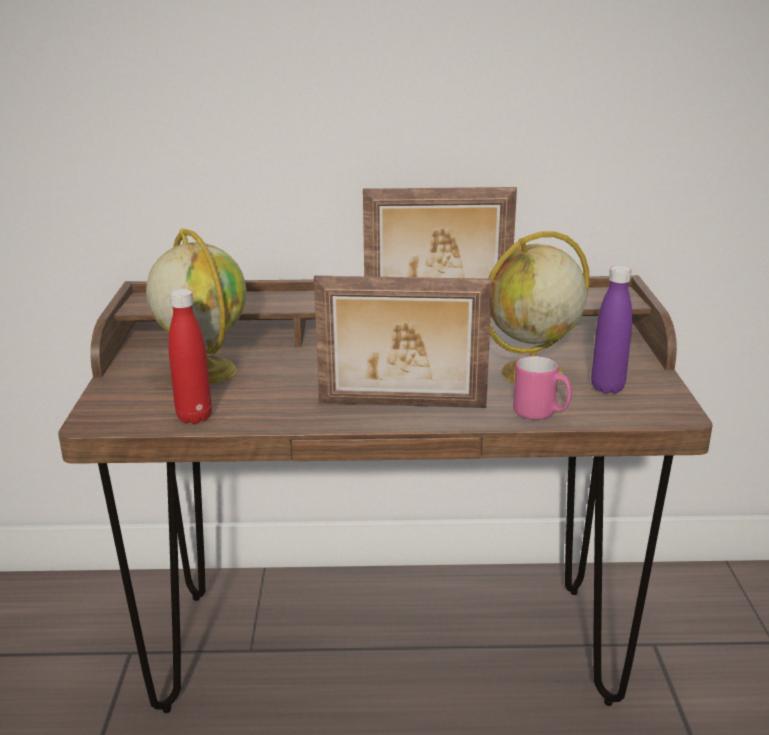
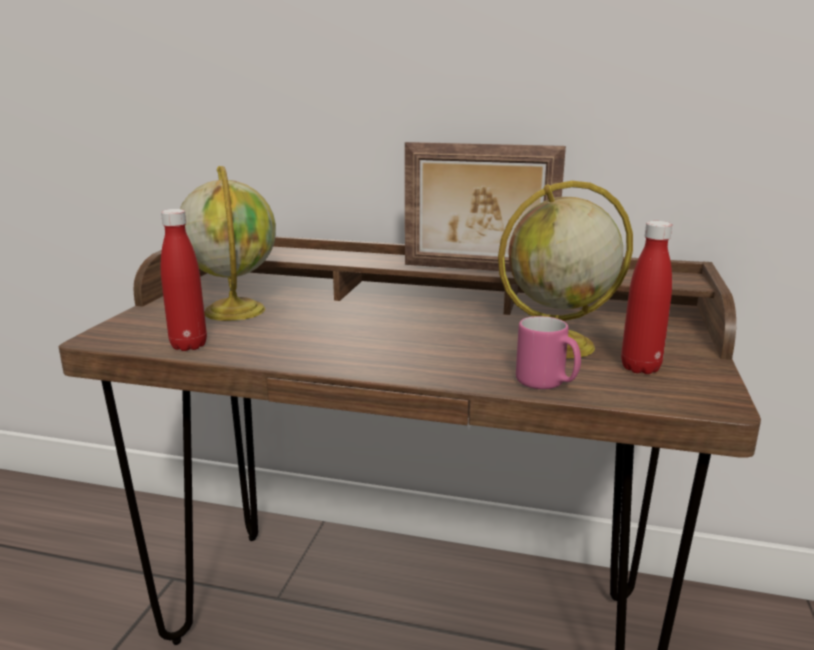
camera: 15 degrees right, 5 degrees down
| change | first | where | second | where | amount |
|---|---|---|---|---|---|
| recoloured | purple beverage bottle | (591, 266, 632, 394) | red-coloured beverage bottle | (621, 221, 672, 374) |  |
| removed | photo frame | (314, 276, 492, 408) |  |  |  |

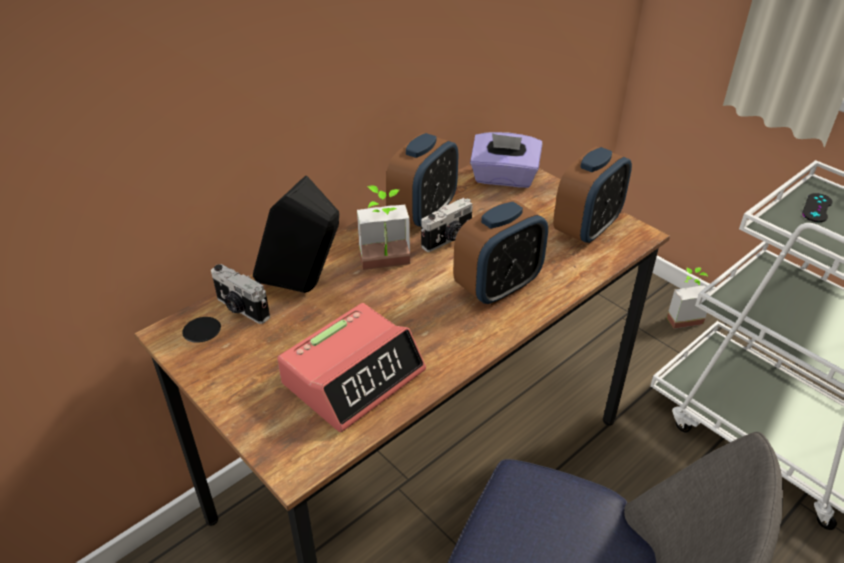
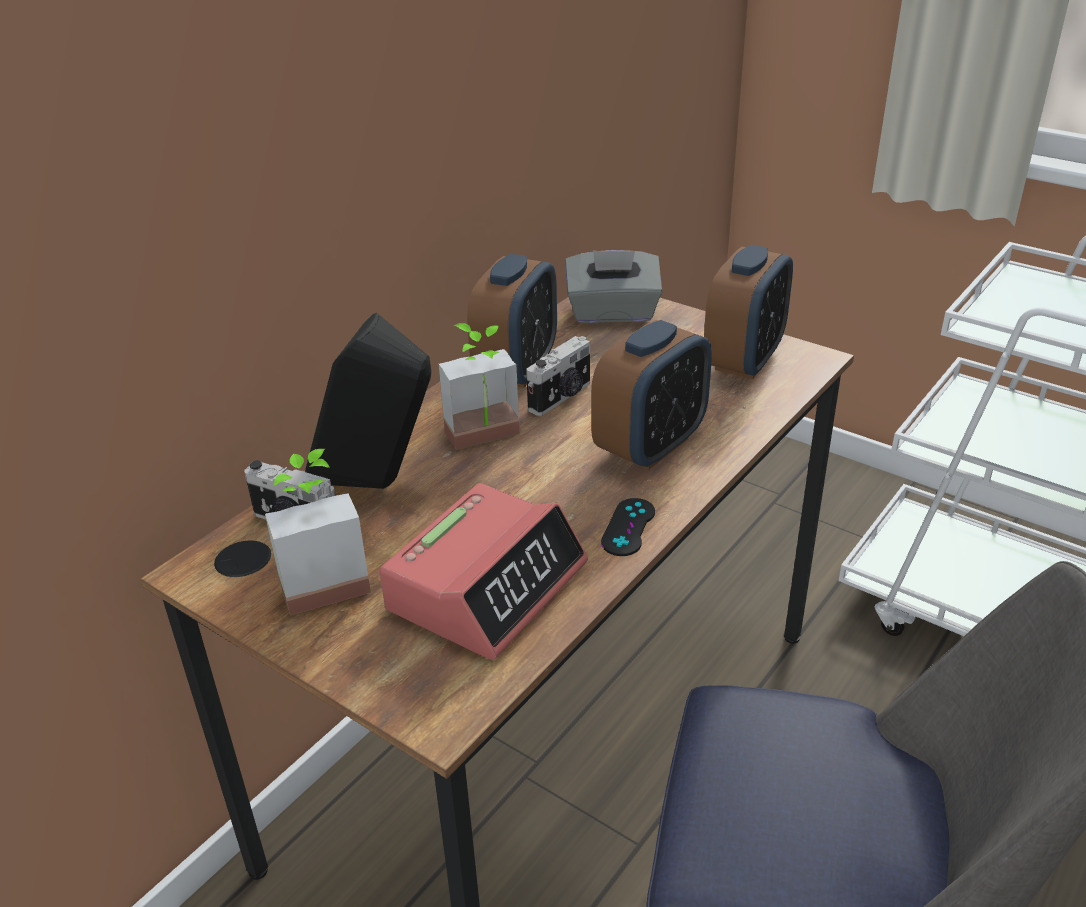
camera: 10 degrees left, 5 degrees down
| change | first | where | second | where | amount |
|---|---|---|---|---|---|
| moved | potted plant | (667, 267, 710, 329) |  | (265, 448, 371, 616) |  |
| recoloured | purple tissue holder | (470, 132, 542, 188) | greyish tissue holder | (565, 250, 663, 323) |  |
| moved | blackish gamepad | (802, 193, 833, 222) |  | (601, 498, 655, 556) |  |

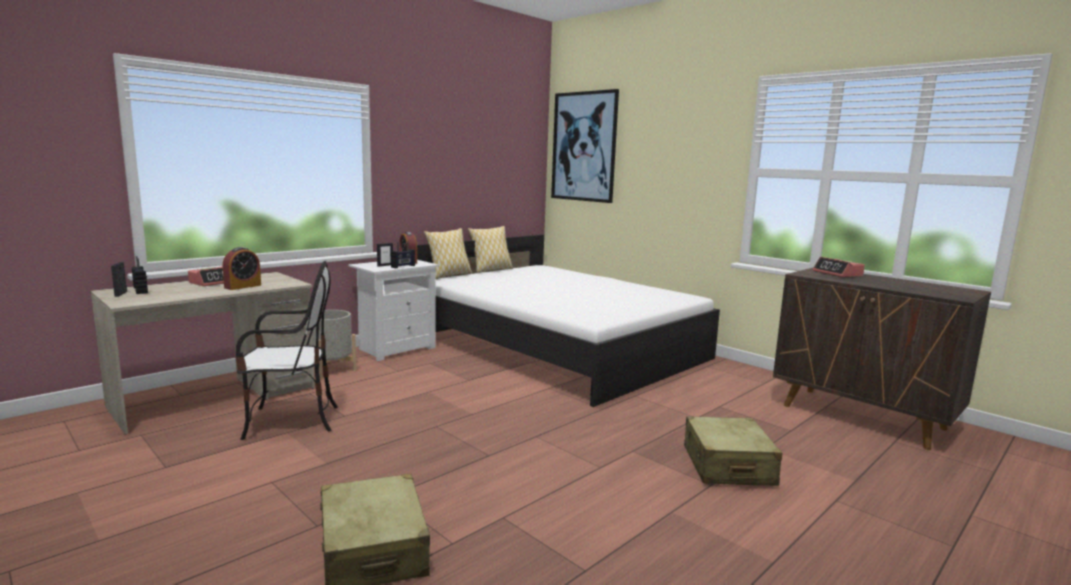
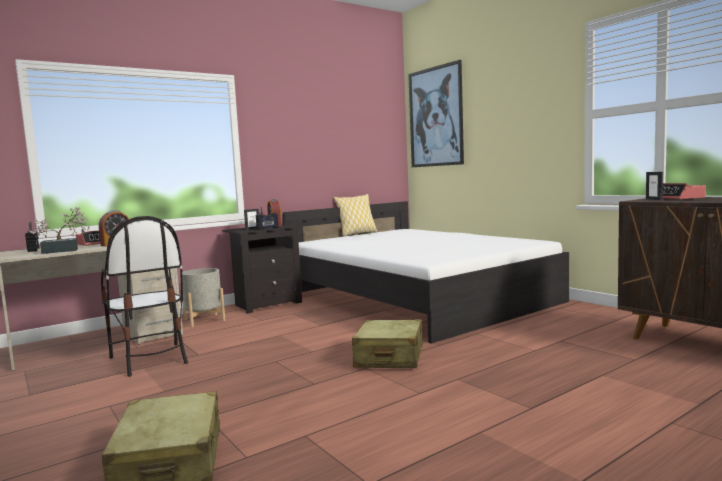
camera: 10 degrees right, 5 degrees down
| change | first | where | second | where | amount |
|---|---|---|---|---|---|
| added |  |  | potted plant | (30, 207, 90, 254) |  |
| turned | chair | (235, 261, 338, 440) |  | (101, 216, 188, 377) | 60 degrees clockwise |
| recoloured | whitish bedside table | (348, 260, 439, 361) | blackish bedside table | (222, 224, 302, 314) |  |
| moved | sand-coloured piece of luggage | (684, 416, 782, 486) |  | (352, 319, 423, 368) |  |
| moved | photo frame | (111, 262, 127, 297) |  | (646, 172, 663, 200) |  |
| removed | pillow | (424, 228, 472, 279) |  |  |  |

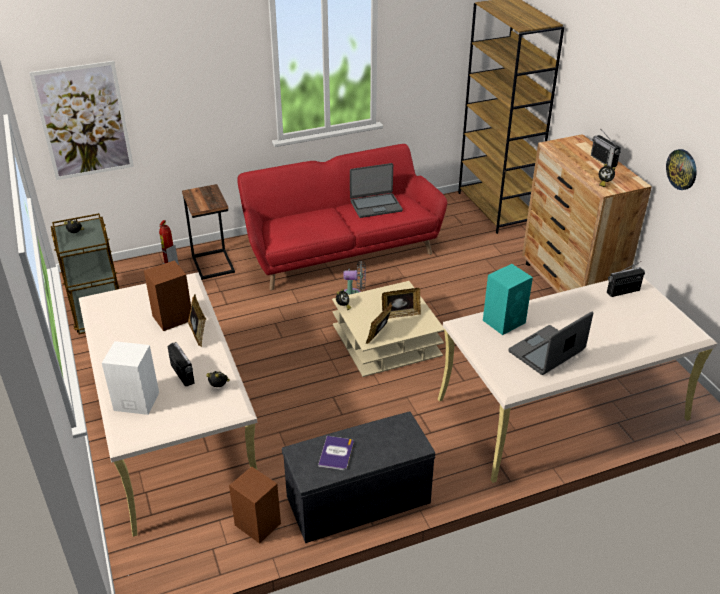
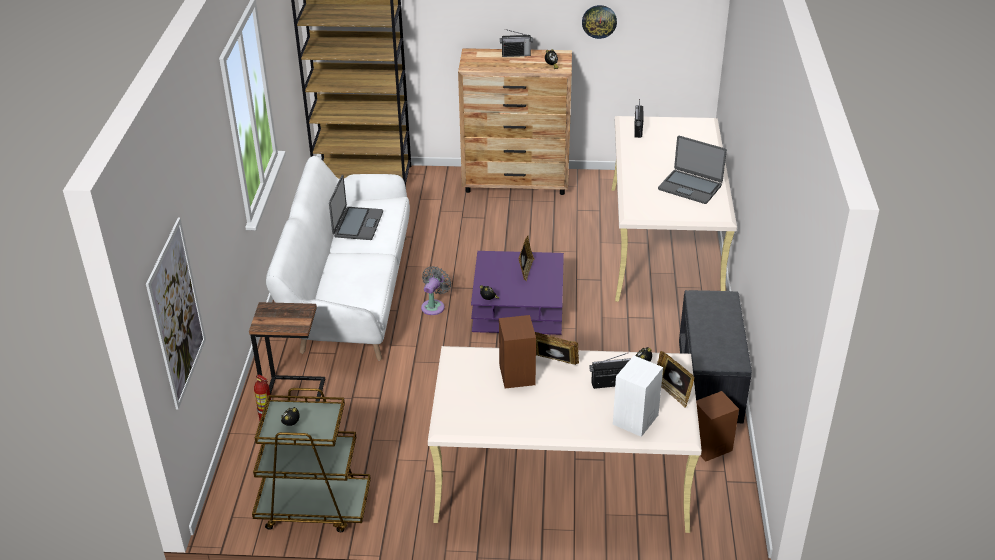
camera: 65 degrees left, 0 degrees up
| change | first | where | second | where | amount |
|---|---|---|---|---|---|
| recoloured | red-coloured couch | (237, 144, 447, 291) | whitish couch | (266, 156, 410, 360) |  |
| recoloured | sand-coloured low table | (332, 281, 444, 377) | purple low table | (471, 251, 564, 335) |  |
| moved | photo frame | (365, 302, 392, 344) |  | (657, 351, 695, 408) |  |
| turned | portable computer | (508, 311, 593, 375) |  | (658, 136, 727, 204) | 45 degrees counterclockwise |
| removed | volume | (318, 436, 354, 470) |  |  |  |
| removed | turquoise audio speaker | (483, 264, 533, 335) |  |  |  |

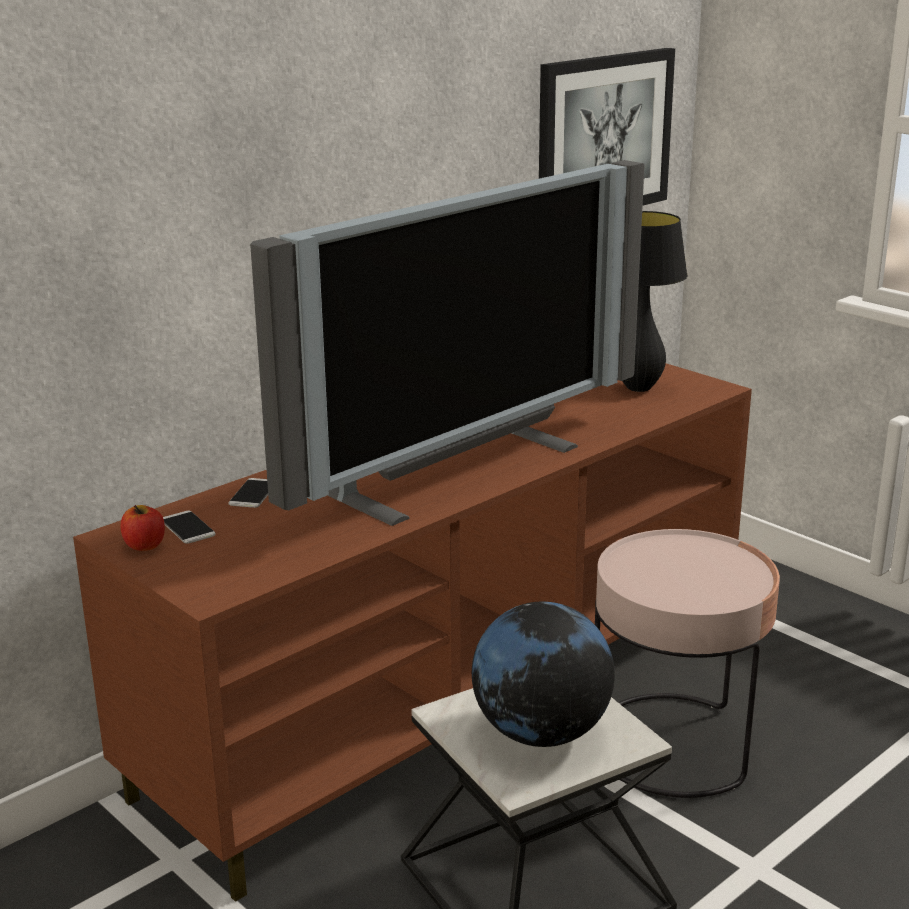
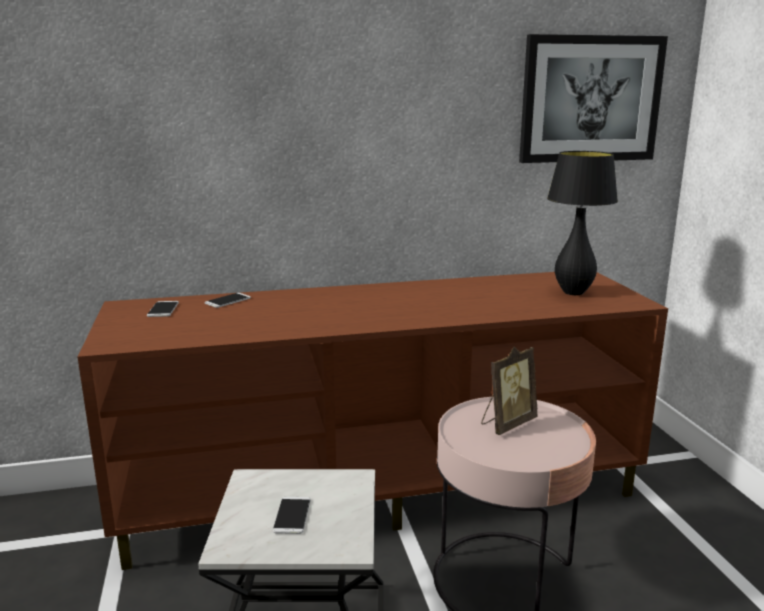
camera: 30 degrees right, 5 degrees down
| change | first | where | second | where | amount |
|---|---|---|---|---|---|
| replaced | desk globe | (472, 602, 615, 747) | handset | (273, 497, 310, 534) |  |
| added |  |  | photo frame | (481, 347, 537, 435) |  |
| removed | apple | (121, 505, 165, 551) |  |  |  |
| removed | TV set | (250, 160, 645, 526) |  |  |  |

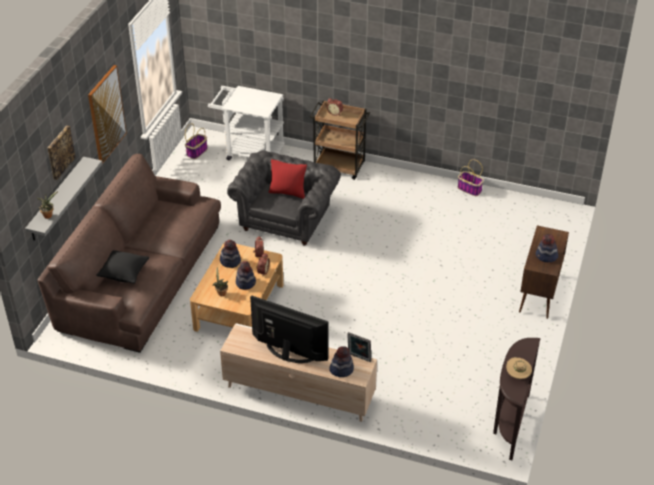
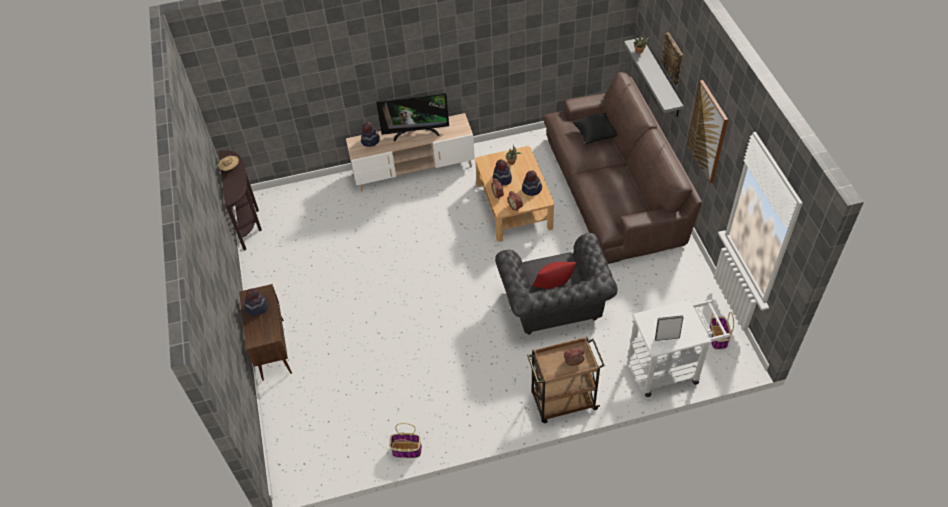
camera: 150 degrees right, 10 degrees up
| change | first | where | second | where | amount |
|---|---|---|---|---|---|
| moved | photo frame | (347, 332, 371, 362) |  | (655, 315, 684, 341) |  |

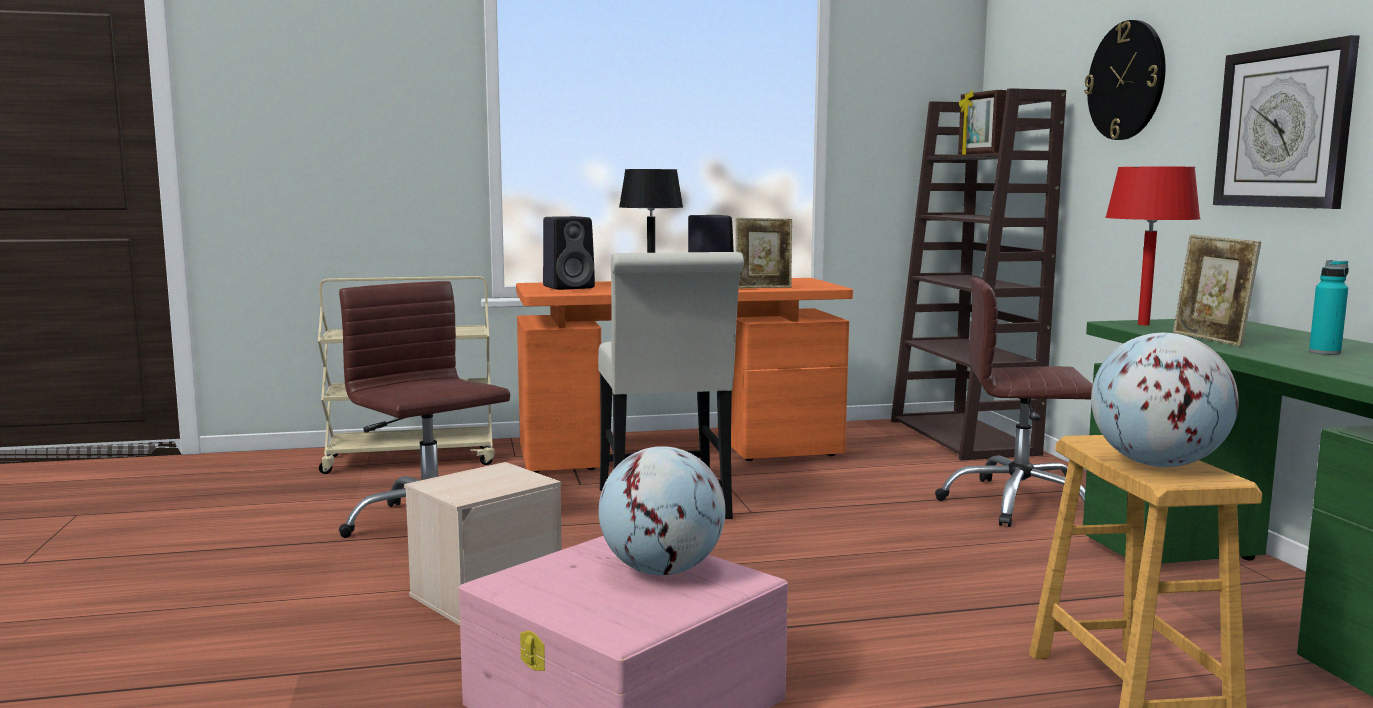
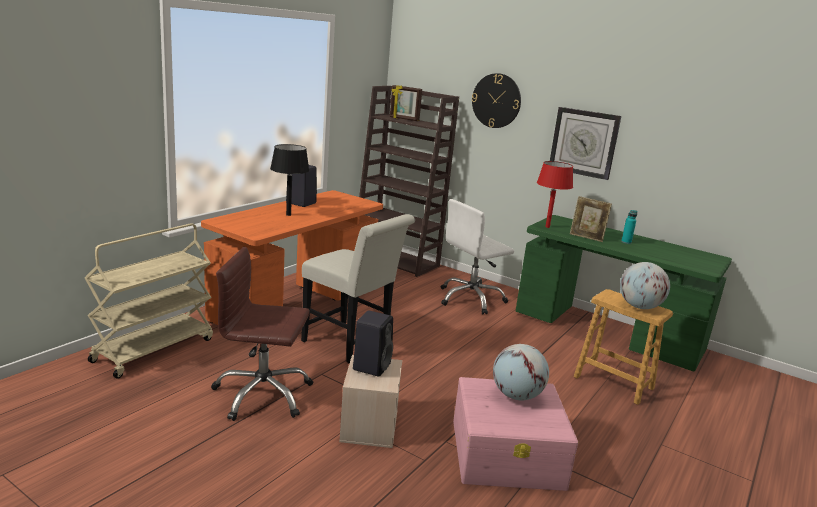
camera: 45 degrees left, 10 degrees up
| change | first | where | second | where | amount |
|---|---|---|---|---|---|
| moved | blackish audio speaker | (543, 216, 595, 290) |  | (353, 310, 393, 377) |  |
| recoloured | brownish computer chair | (935, 277, 1093, 527) | whitish computer chair | (441, 199, 514, 314) |  |
| removed | photo frame | (735, 218, 792, 288) |  |  |  |

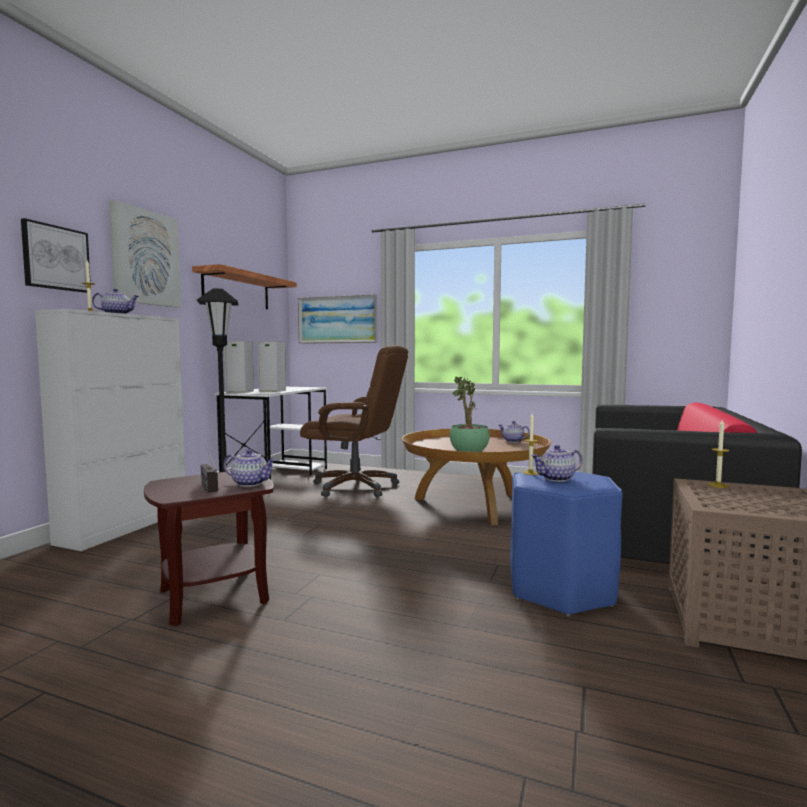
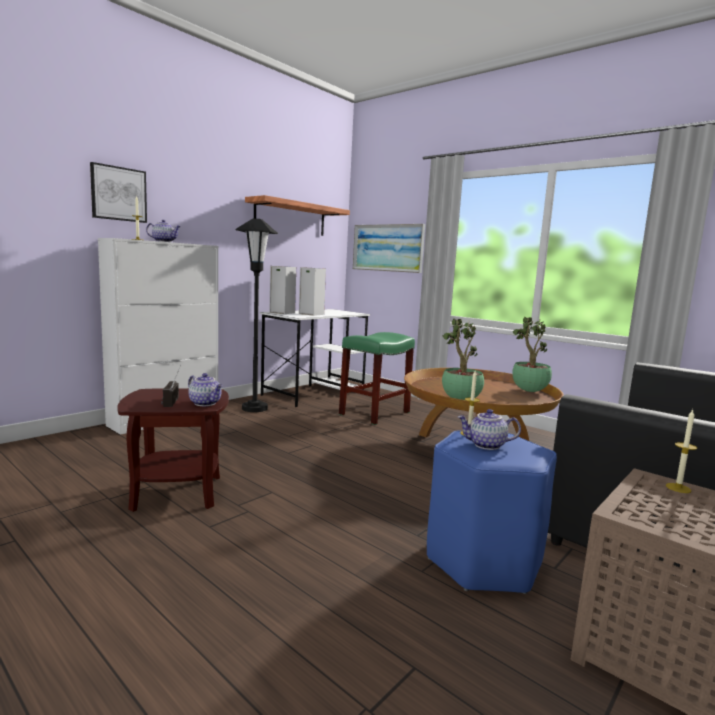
camera: 20 degrees right, 5 degrees up
| change | first | where | second | where | amount |
|---|---|---|---|---|---|
| replaced | brownish computer chair | (300, 345, 408, 497) | greenish stool | (339, 332, 415, 425) |  |
| replaced | teapot | (499, 421, 530, 443) | potted plant | (512, 317, 552, 392) |  |
| removed | picture | (109, 199, 181, 308) |  |  |  |

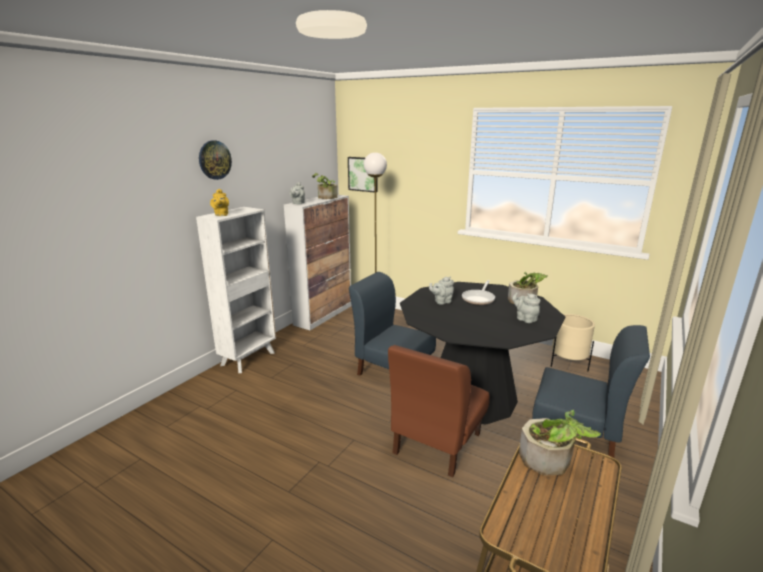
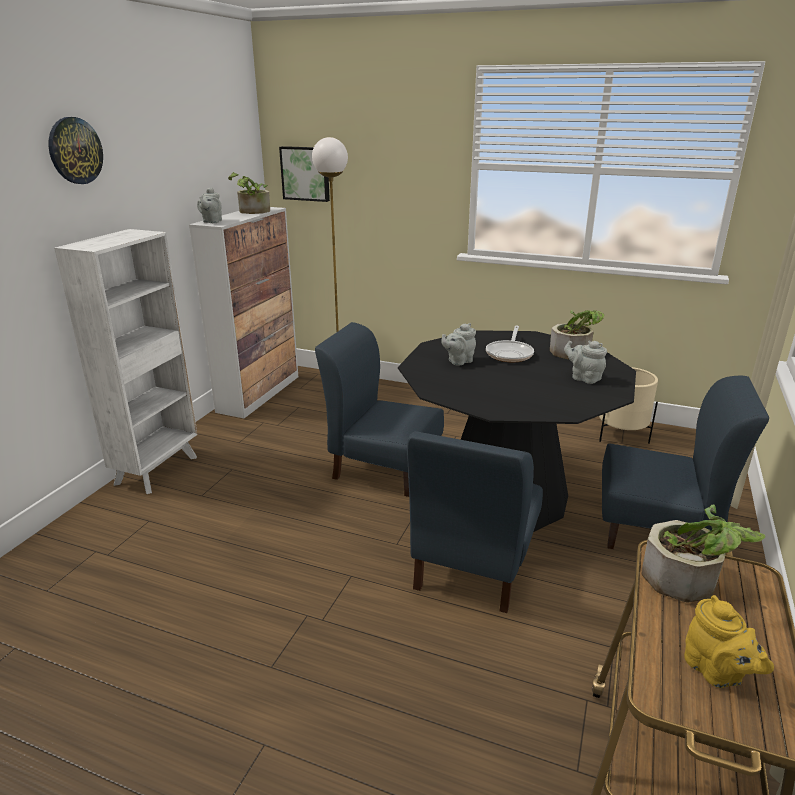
camera: 10 degrees left, 5 degrees up
| change | first | where | second | where | amount |
|---|---|---|---|---|---|
| recoloured | brownish chair | (388, 345, 490, 477) | blue-coloured chair | (407, 431, 543, 613) |  |
| moved | yellow-coloured teapot | (210, 189, 229, 216) |  | (684, 595, 774, 688) |  |

